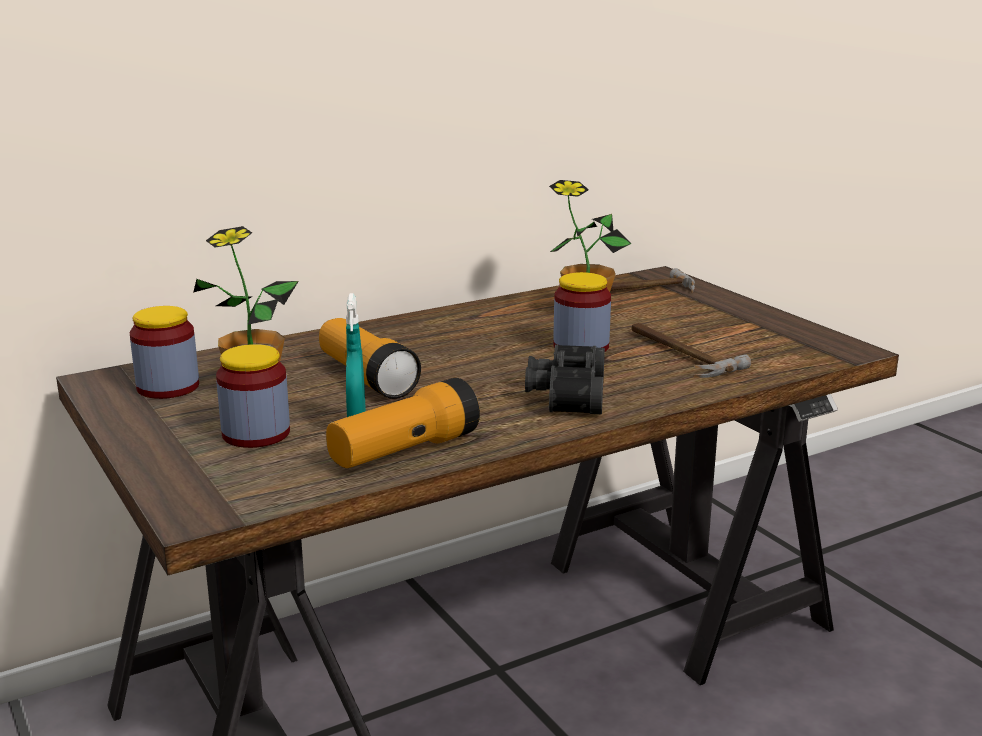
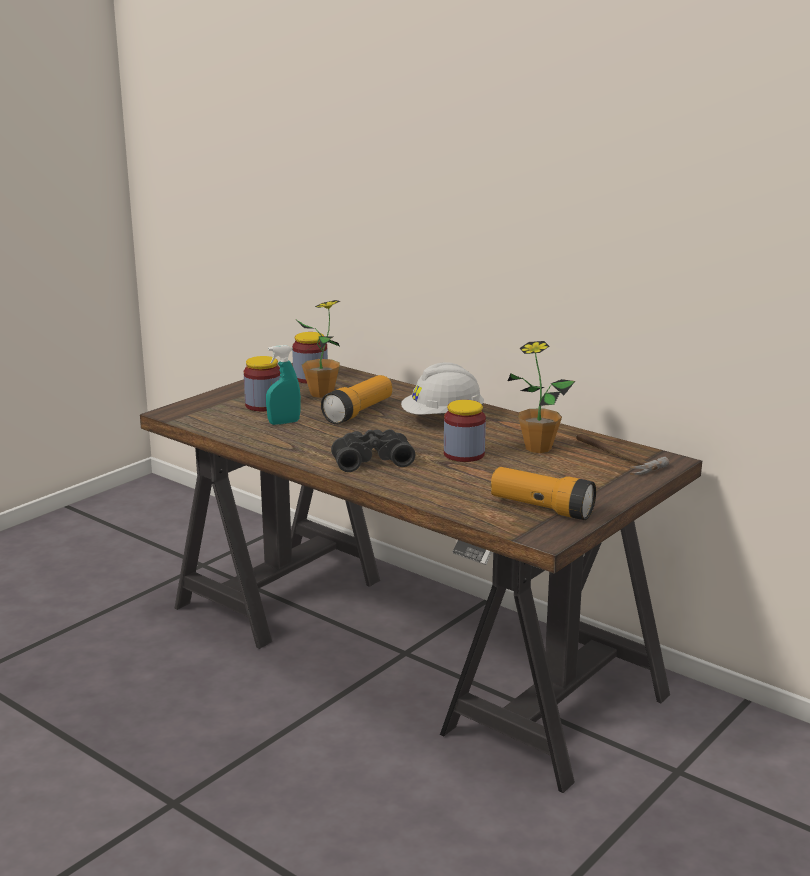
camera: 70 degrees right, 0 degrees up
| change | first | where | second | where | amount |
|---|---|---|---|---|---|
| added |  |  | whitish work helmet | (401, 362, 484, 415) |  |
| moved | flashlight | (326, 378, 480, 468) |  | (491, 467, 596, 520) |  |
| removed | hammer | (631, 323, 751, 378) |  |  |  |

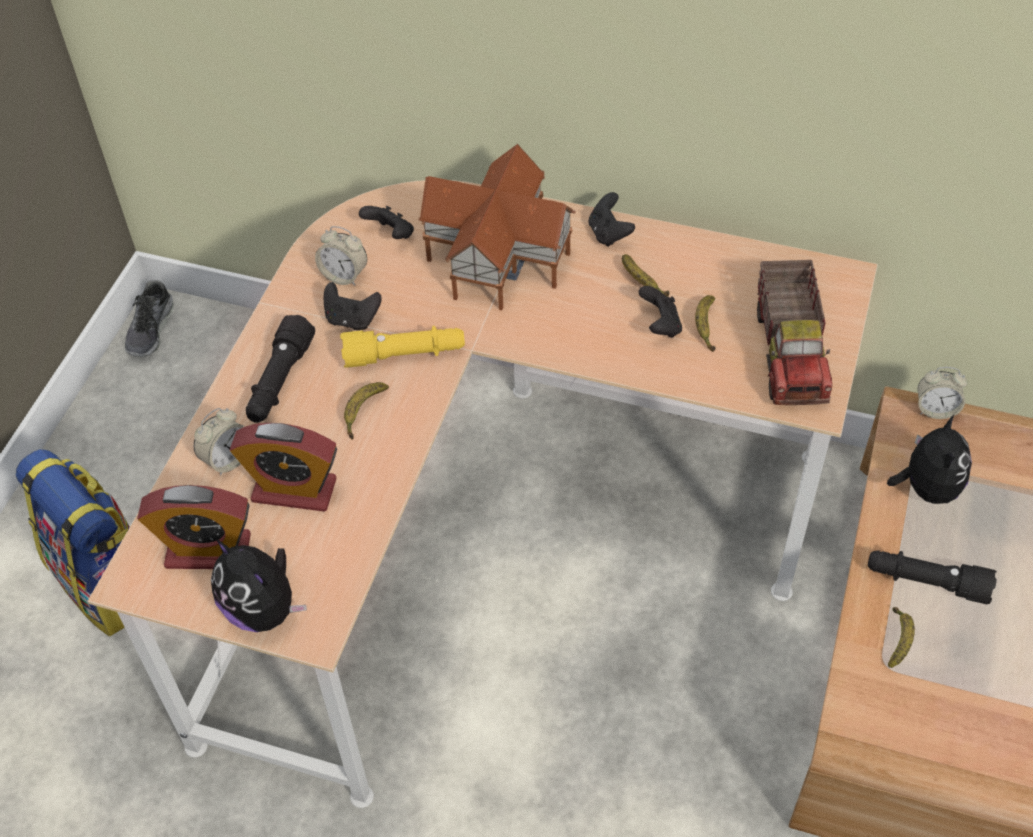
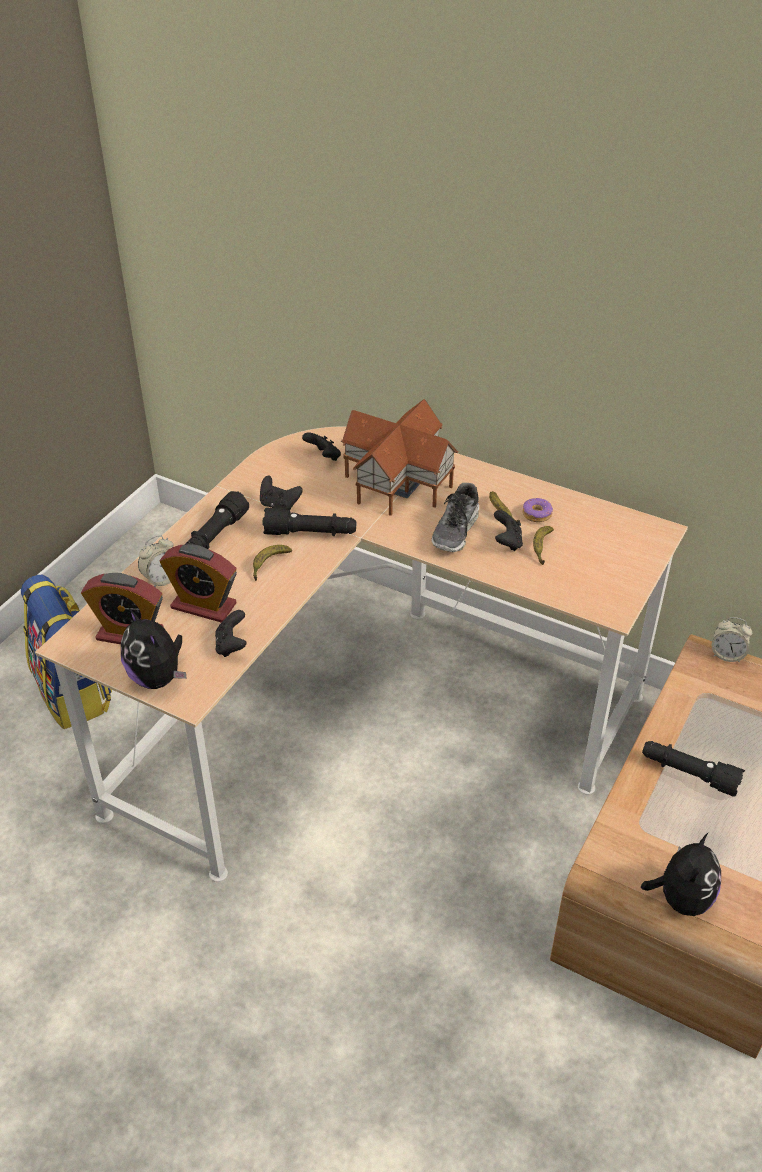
camera: 10 degrees right, 10 degrees down
| change | first | where | second | where | amount |
|---|---|---|---|---|---|
| moved | blackish gamepad | (589, 192, 635, 247) |  | (215, 610, 247, 657) |  |
| recoloured | yellow-coloured flashlight | (340, 326, 465, 368) | blackish flashlight | (263, 508, 356, 536) |  |
| moved | item of footwear | (125, 280, 174, 357) |  | (432, 483, 479, 552) |  |
| added |  |  | donut | (522, 498, 553, 522) |  |
| moved | soft toy | (887, 415, 972, 504) |  | (641, 833, 721, 916) |  |
| removed | alarm clock | (315, 226, 367, 286) |  |  |  |
| removed | toy lorry | (757, 260, 832, 405) |  |  |  |
| removed | banana | (888, 607, 915, 668) |  |  |  |

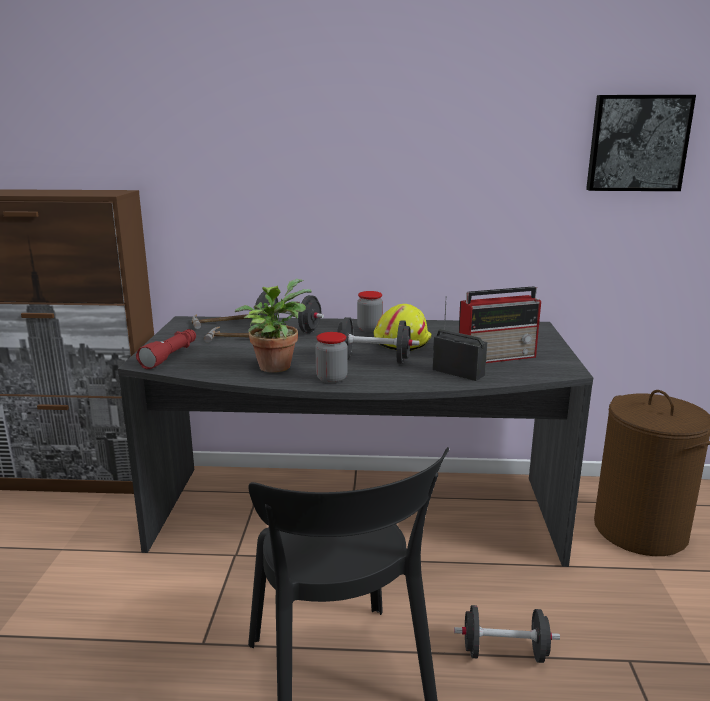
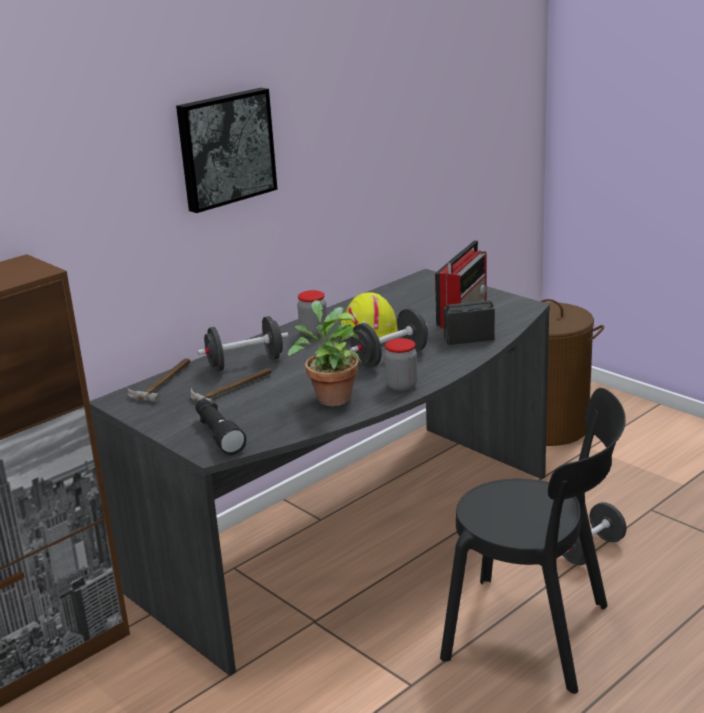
camera: 45 degrees left, 5 degrees up
| change | first | where | second | where | amount |
|---|---|---|---|---|---|
| moved | picture | (586, 95, 696, 191) |  | (176, 88, 277, 213) |  |
| recoloured | red-coloured flashlight | (136, 329, 196, 369) | blackish flashlight | (196, 399, 246, 455) |  |

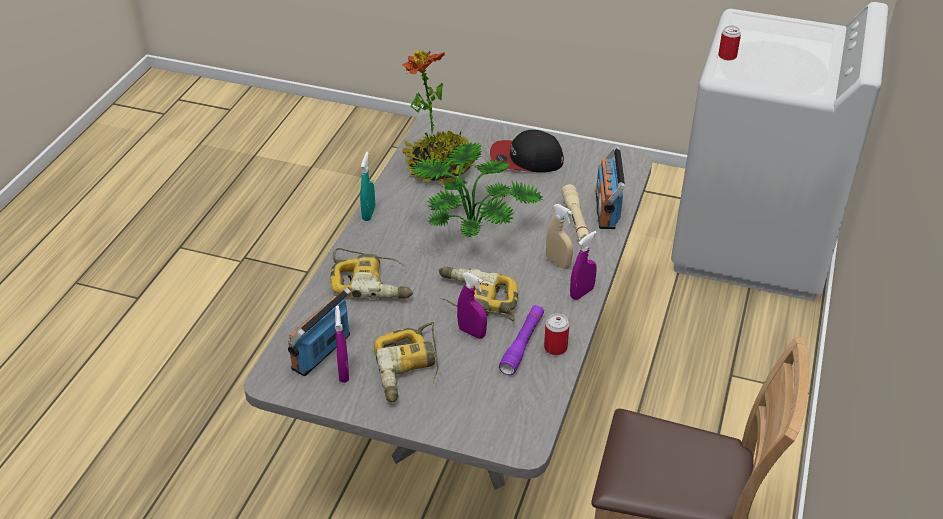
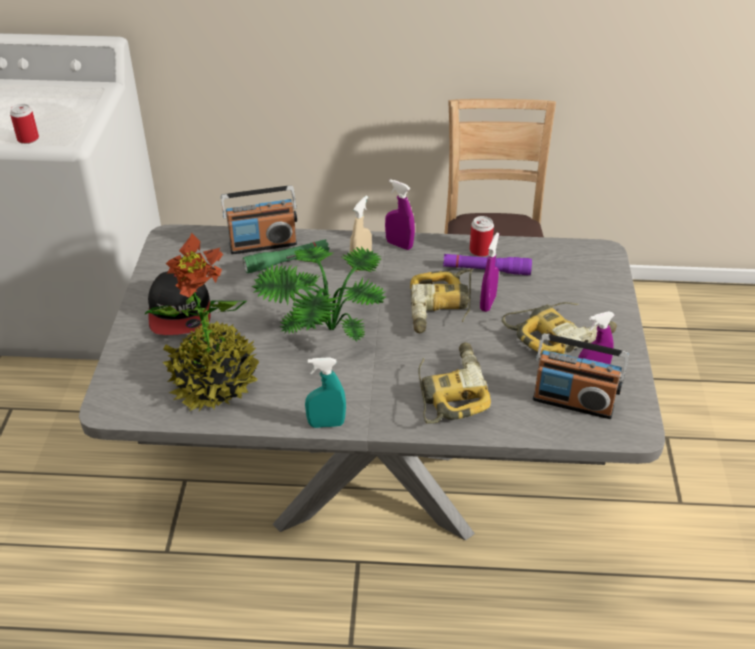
camera: 105 degrees left, 0 degrees up
| change | first | where | second | where | amount |
|---|---|---|---|---|---|
| recoloured | sand-coloured flashlight | (561, 184, 589, 241) | greenish flashlight | (243, 239, 329, 273) |  |

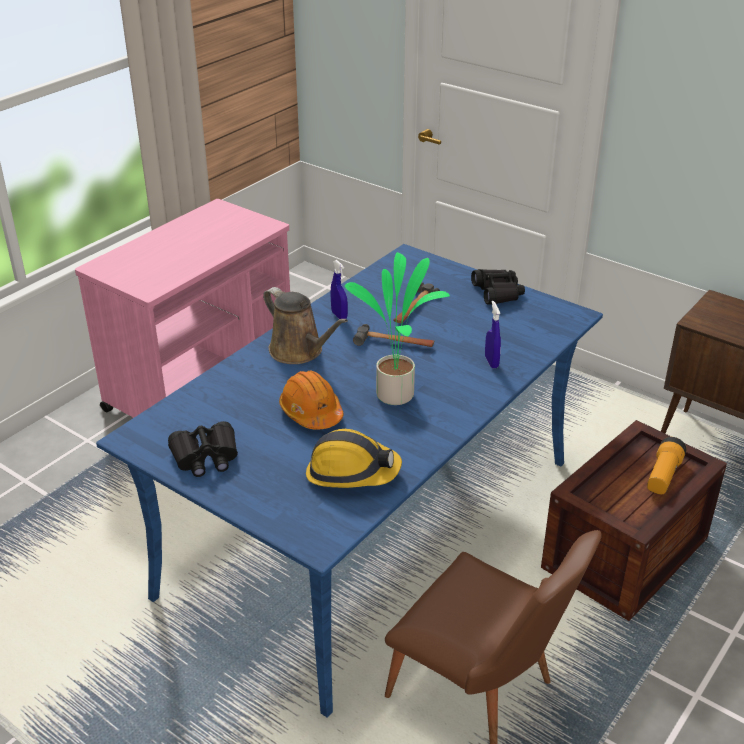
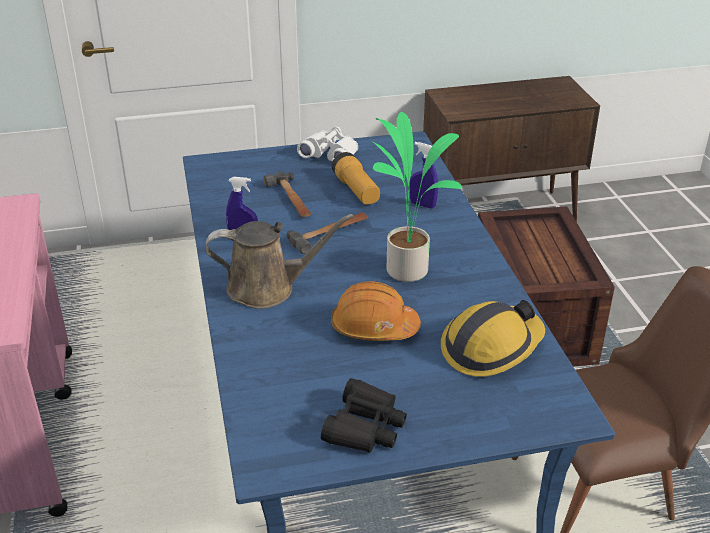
camera: 50 degrees left, 0 degrees up
| change | first | where | second | where | amount |
|---|---|---|---|---|---|
| recoloured | blackish field glasses | (471, 269, 525, 305) | whitish field glasses | (297, 127, 358, 162) |  |
| moved | flashlight | (647, 437, 687, 494) |  | (332, 152, 380, 205) |  |

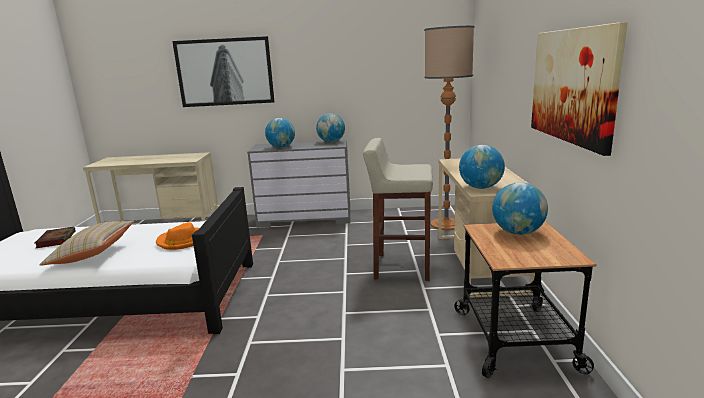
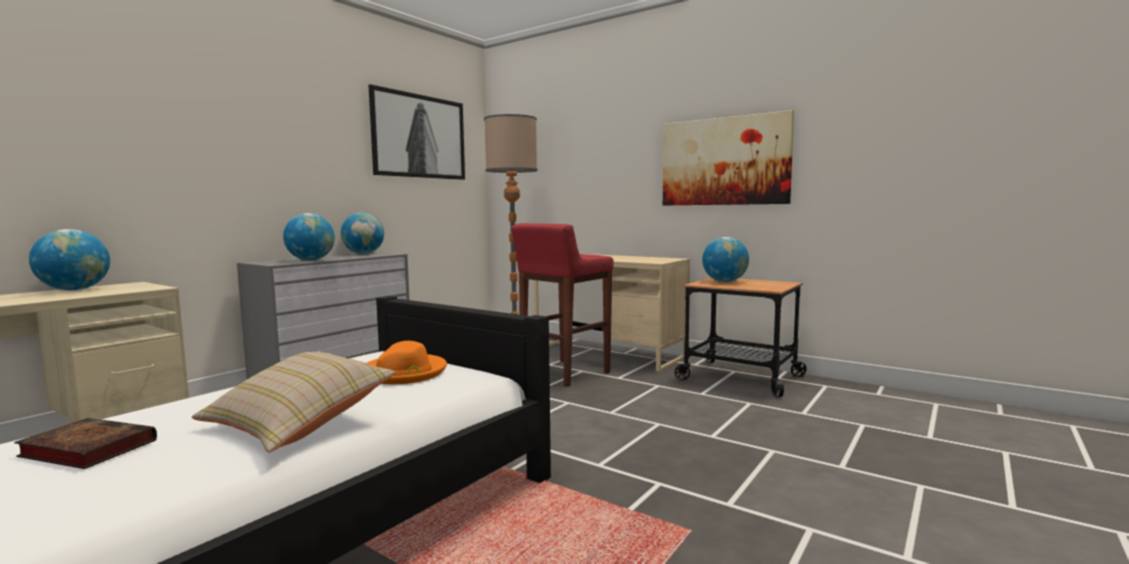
camera: 55 degrees left, 10 degrees down
| change | first | where | second | where | amount |
|---|---|---|---|---|---|
| moved | desk globe | (459, 145, 505, 189) |  | (29, 229, 110, 290) |  |
| moved | picture | (172, 36, 274, 107) |  | (369, 84, 465, 180) |  |
| recoloured | sand-coloured stool | (363, 138, 433, 281) | red-coloured stool | (511, 223, 614, 387) |  |

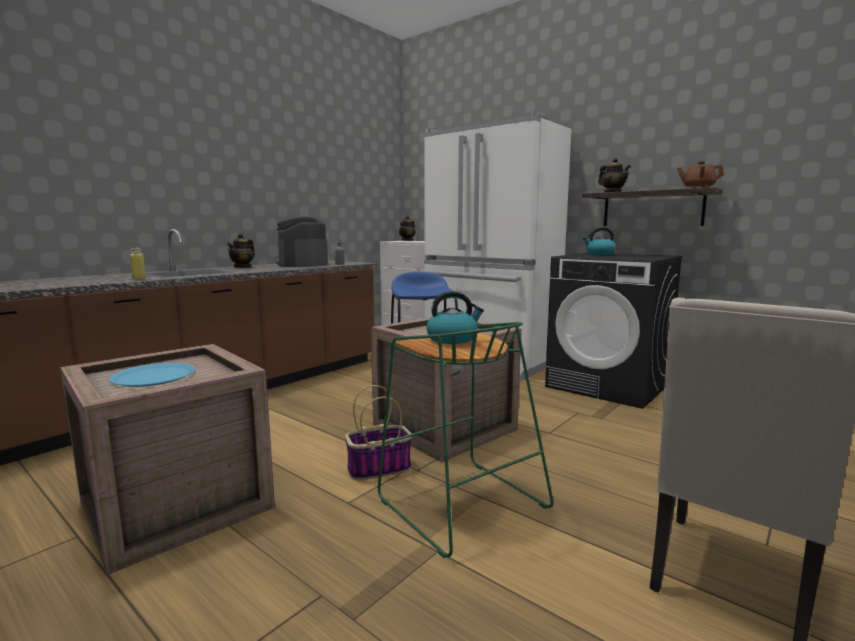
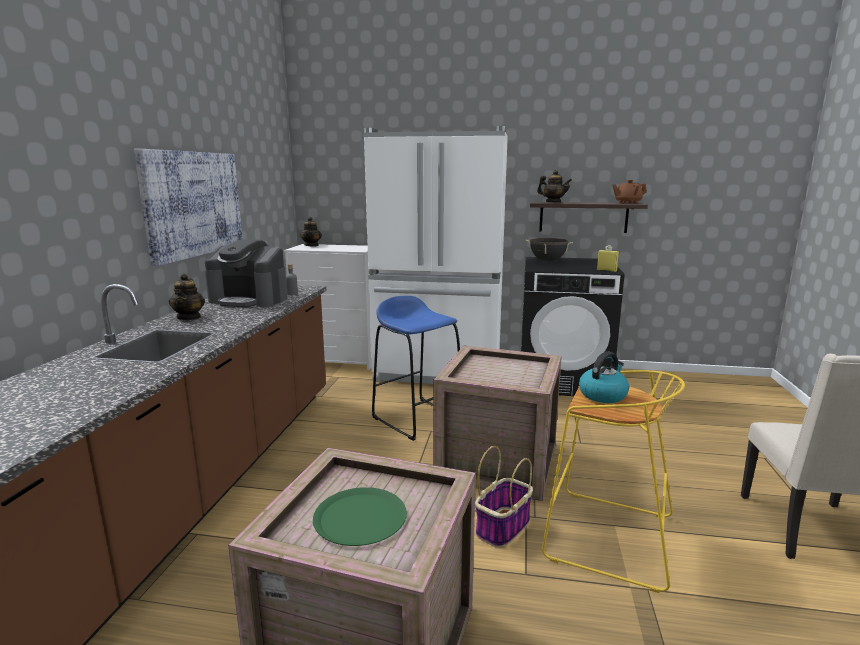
camera: 30 degrees left, 5 degrees up
| change | first | where | second | where | amount |
|---|---|---|---|---|---|
| added |  |  | picture | (134, 149, 242, 266) |  |
| turned | coffee machine | (276, 217, 328, 267) |  | (205, 239, 287, 308) | 45 degrees counterclockwise |
| recoloured | blue-coloured flat dish | (109, 363, 195, 387) | greenish flat dish | (313, 487, 407, 546) |  |
| replaced | tea kettle | (583, 227, 616, 255) | blackish stockpot | (526, 238, 573, 262) |  |
| recoloured | greenish stool | (378, 322, 554, 558) | yellow-coloured stool | (542, 370, 685, 593) |  |
| moved | yellow-coloured beverage bottle | (130, 247, 146, 280) |  | (597, 245, 619, 272) |  |

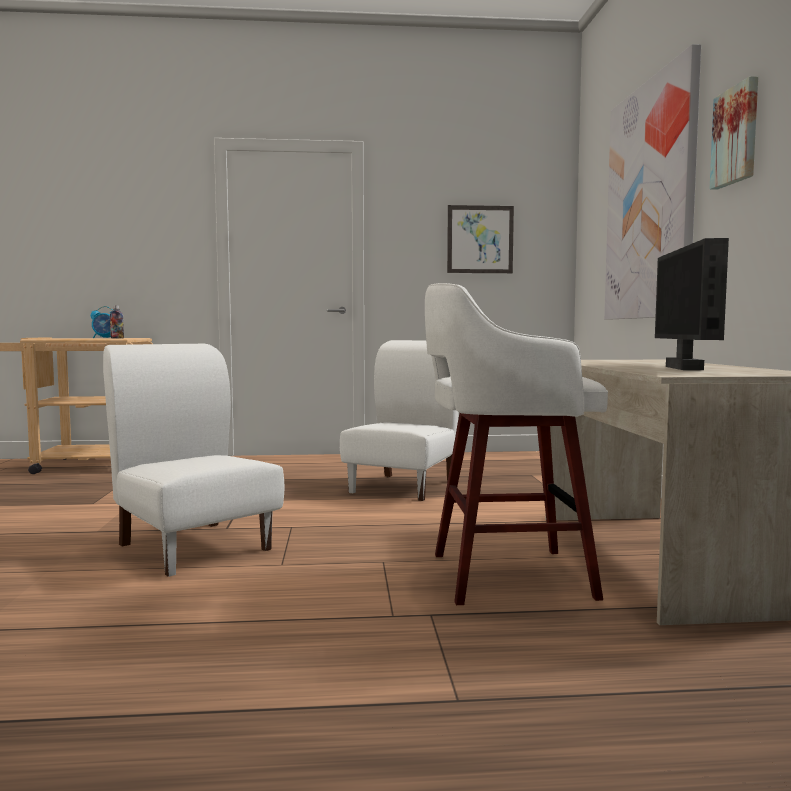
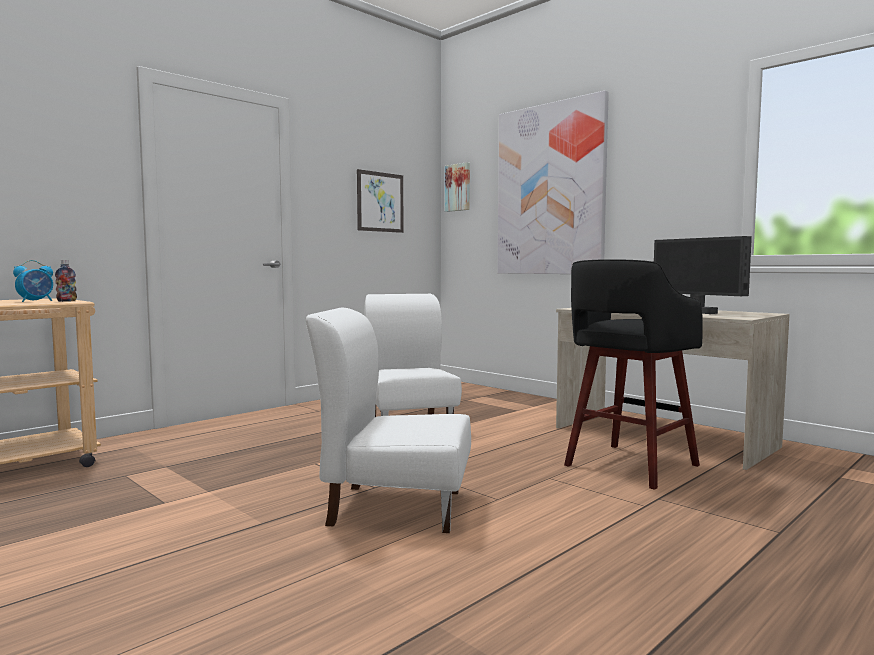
camera: 40 degrees left, 0 degrees up
| change | first | where | second | where | amount |
|---|---|---|---|---|---|
| moved | picture | (710, 76, 758, 190) |  | (445, 162, 470, 212) |  |
| recoloured | whitish stool | (425, 283, 608, 605) | blackish stool | (564, 259, 703, 490) |  |

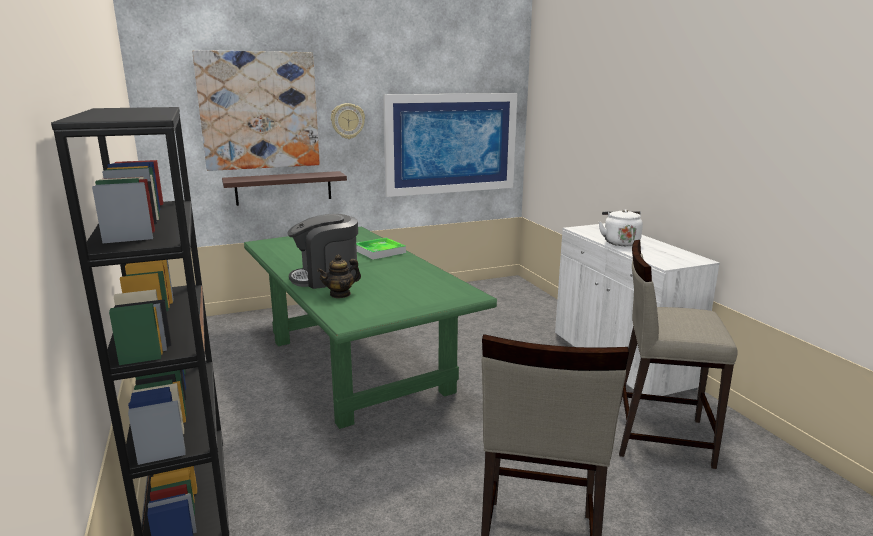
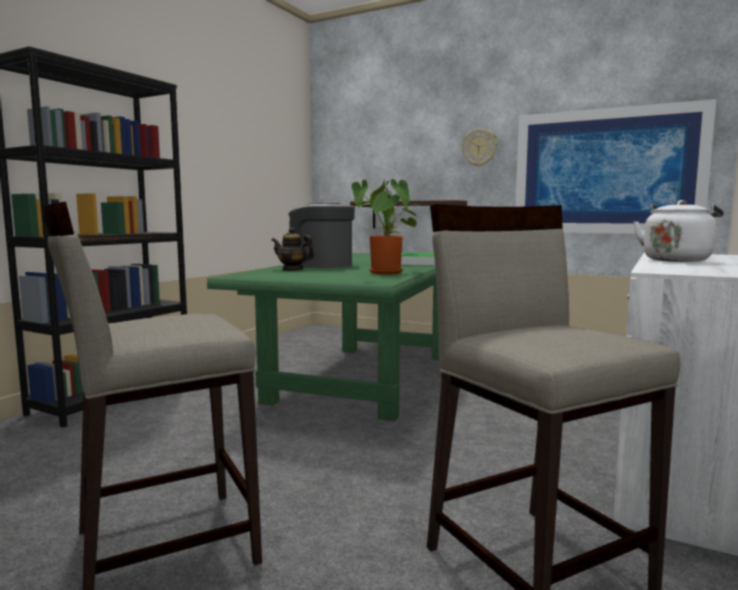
camera: 50 degrees right, 10 degrees down
| change | first | where | second | where | amount |
|---|---|---|---|---|---|
| added |  |  | potted plant | (351, 179, 421, 275) |  |
| removed | picture | (192, 50, 320, 171) |  |  |  |

